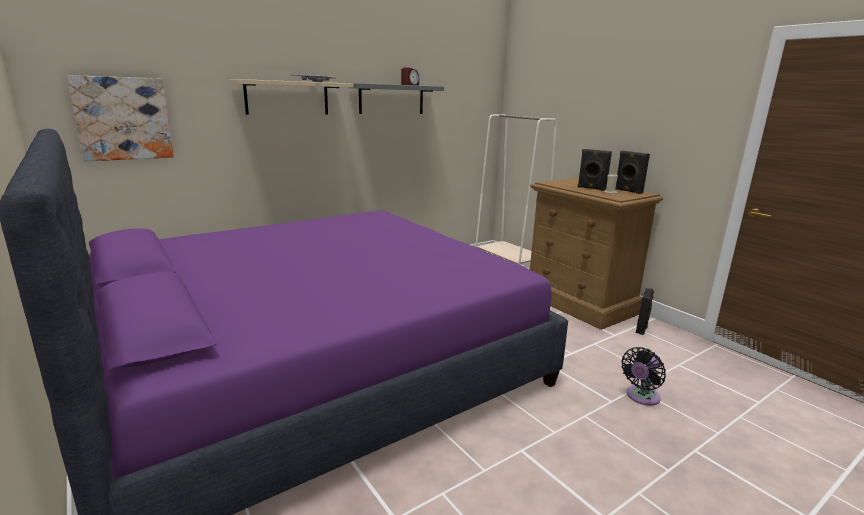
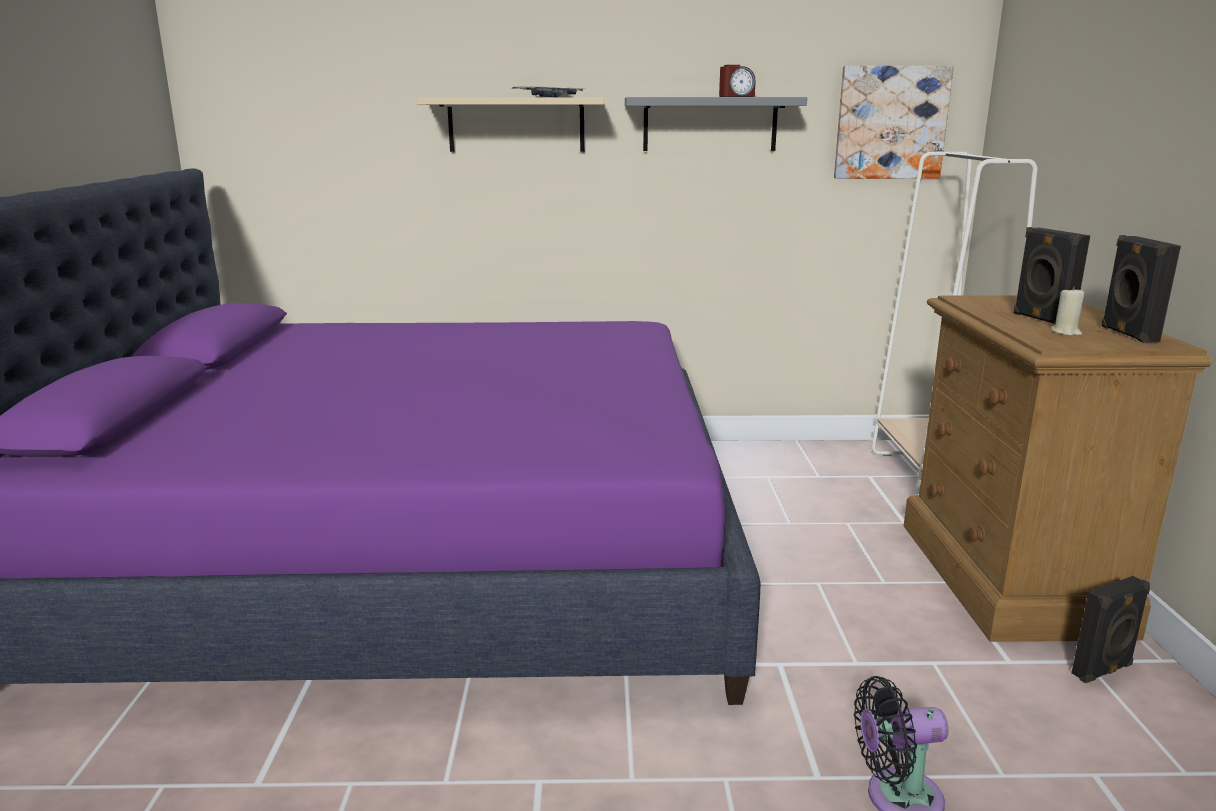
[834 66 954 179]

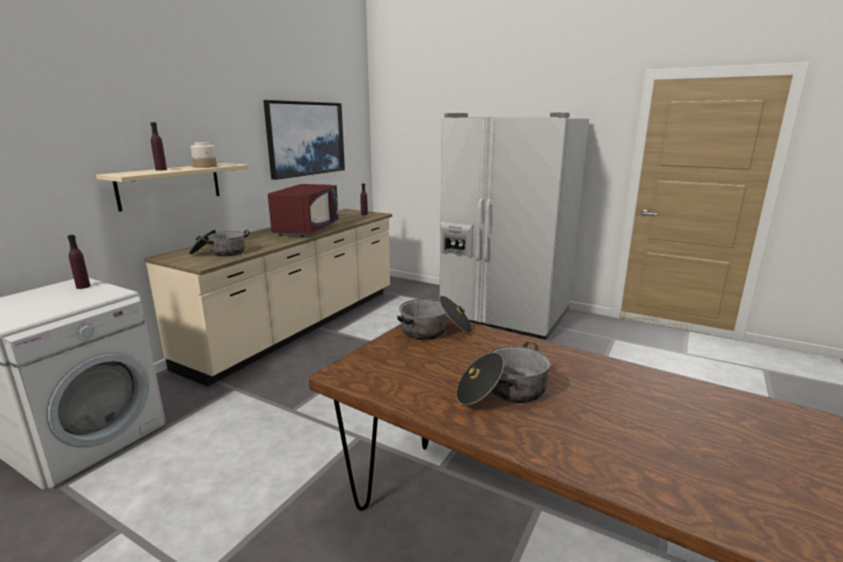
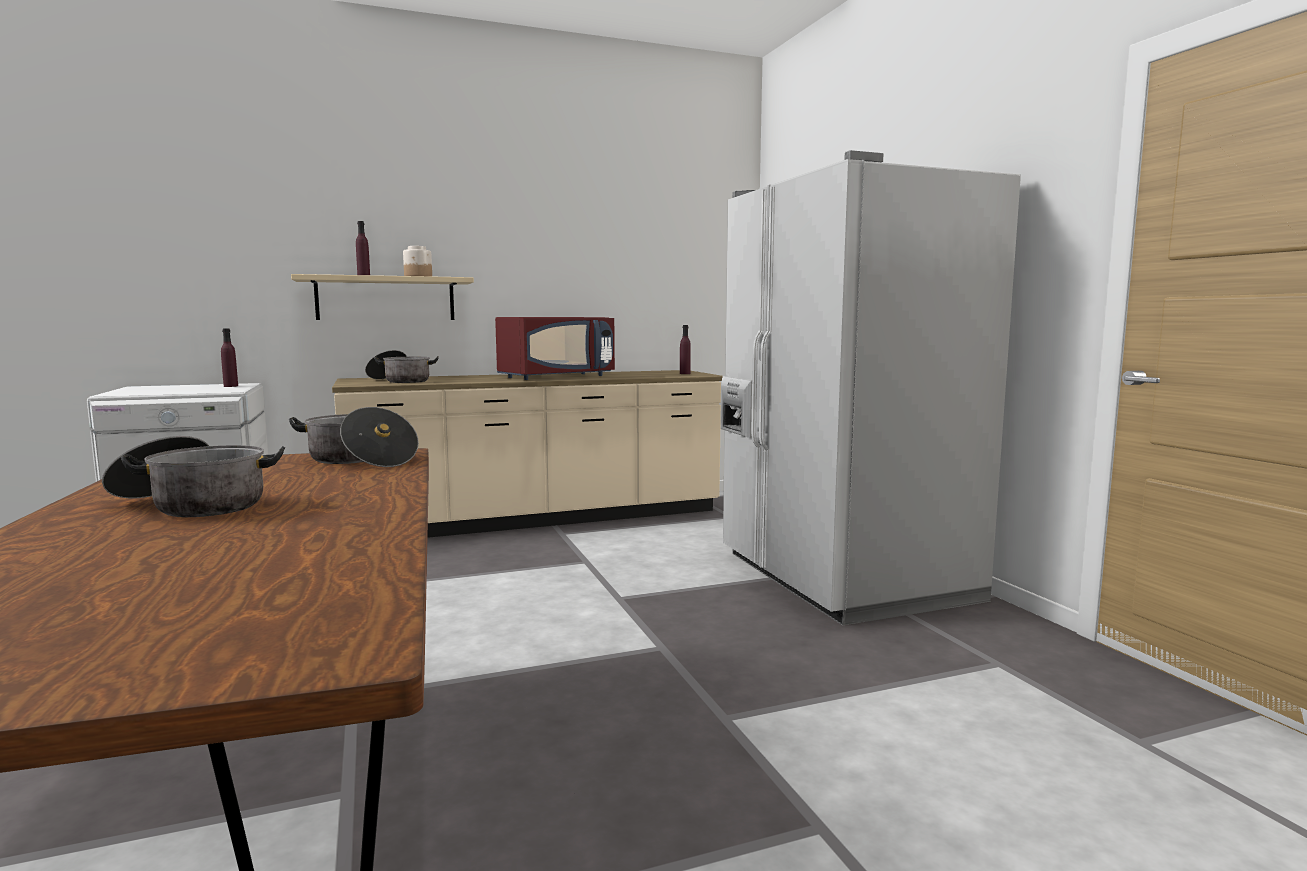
[263 100 345 180] (first image)

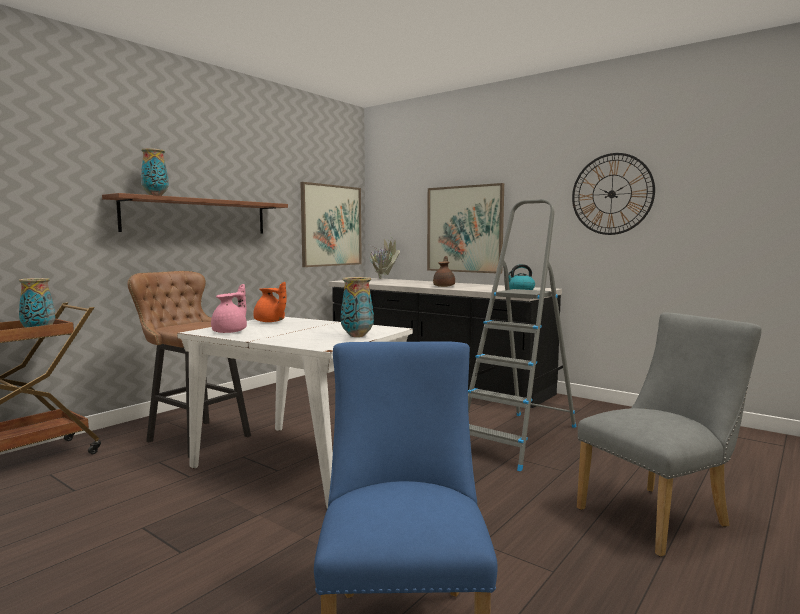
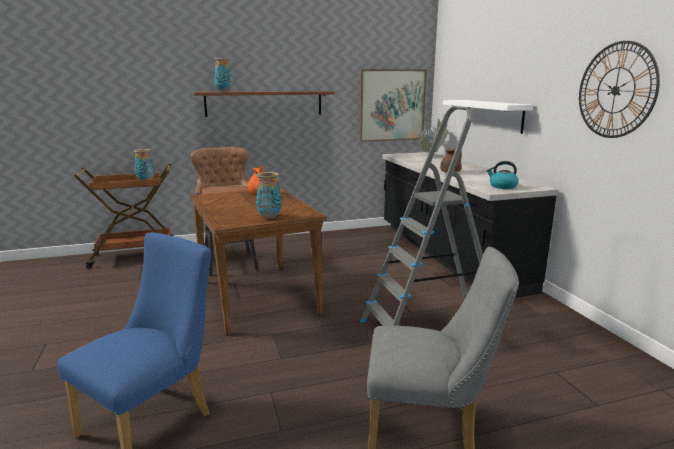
[190 187 327 336]
[443 100 533 134]
[211 284 247 333] (first image)

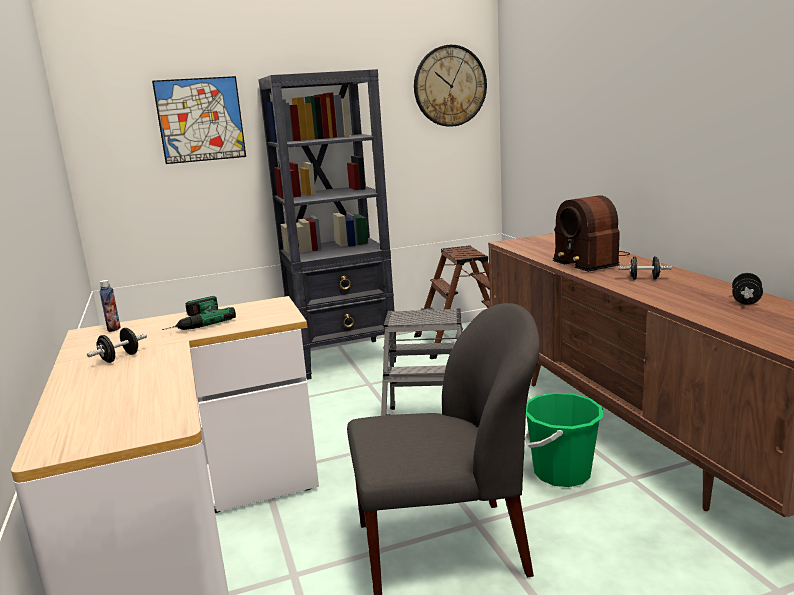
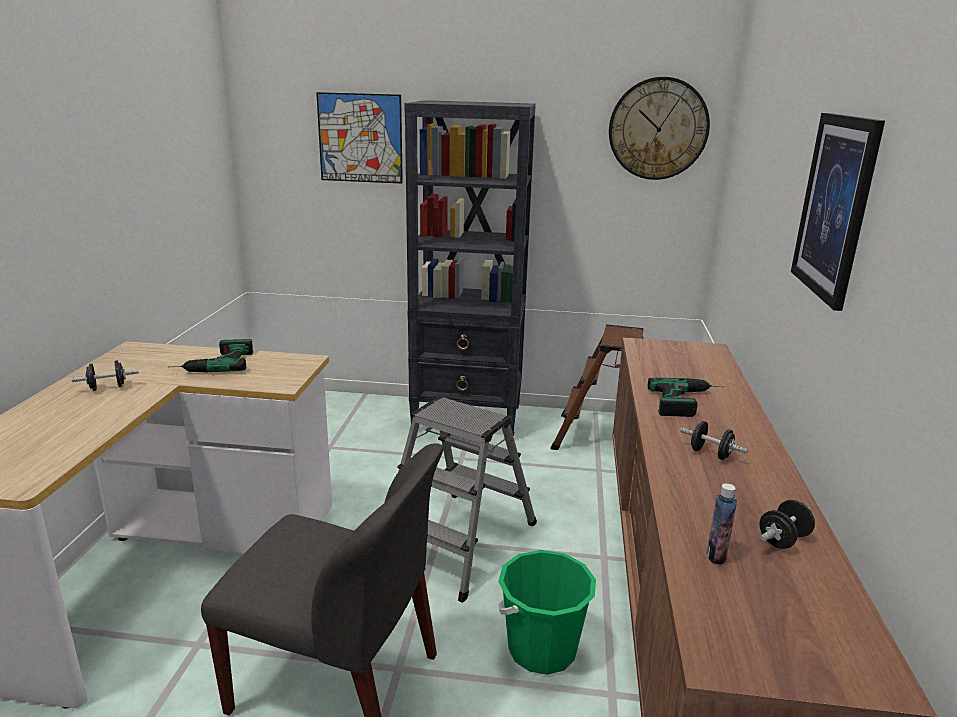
[648 378 725 417]
[707 483 737 565]
[791 113 885 311]

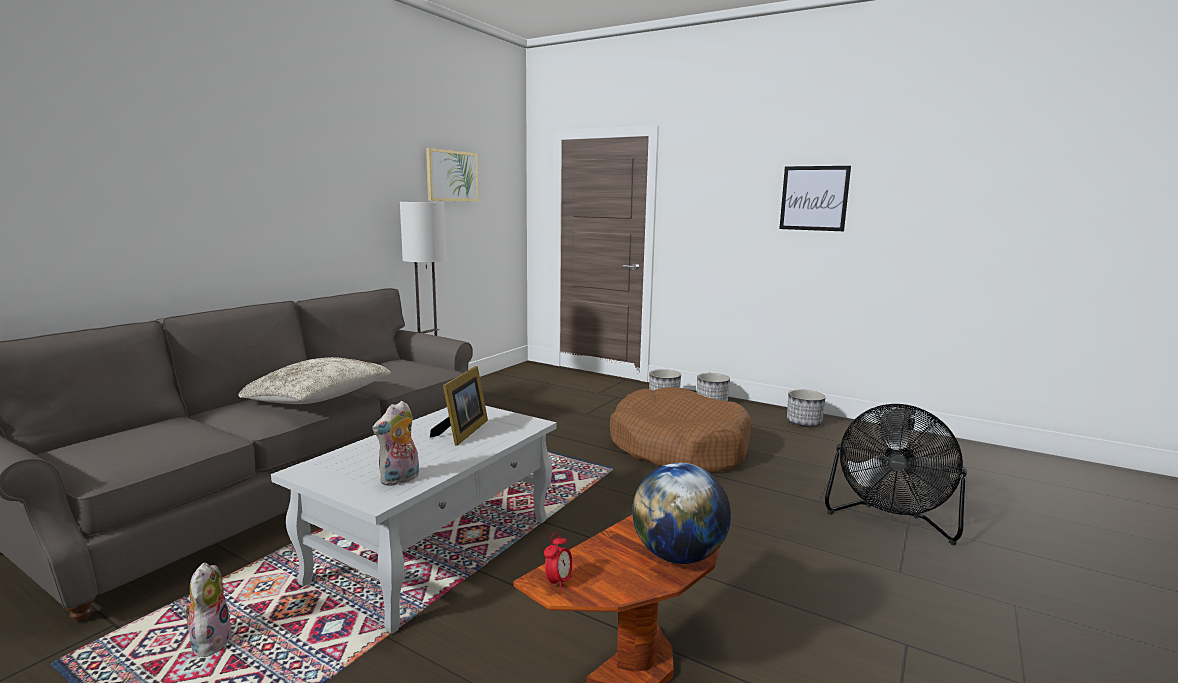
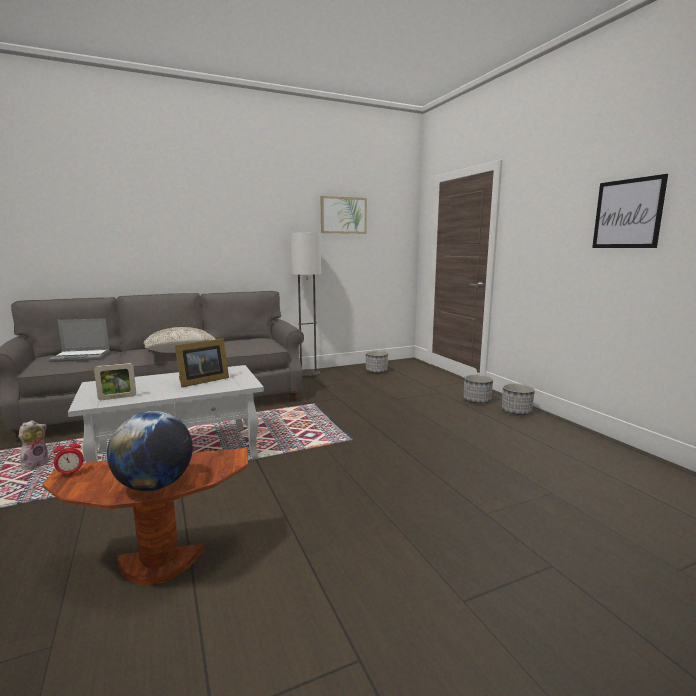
[48 318 110 362]
[94 363 136 400]
[366 351 388 373]
[610 387 752 472] (first image)
[825 404 967 545] (first image)

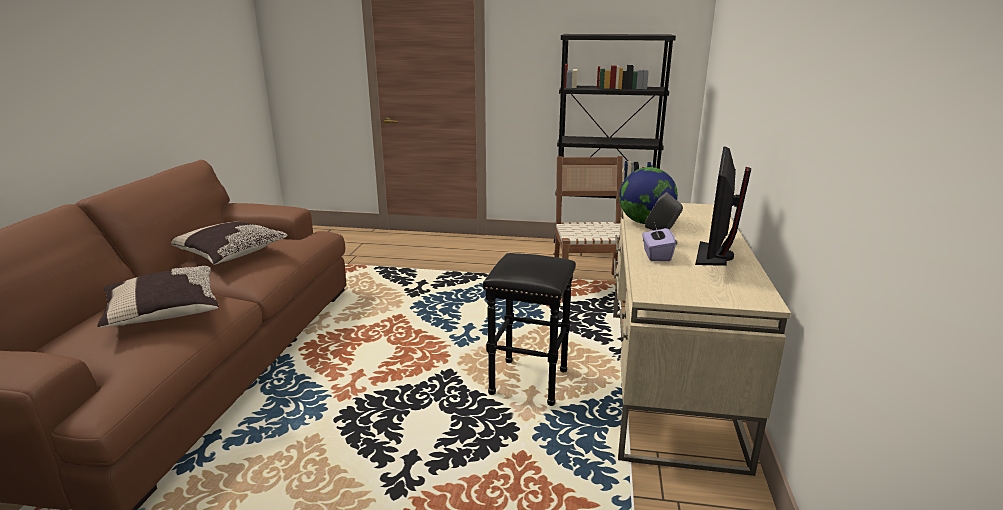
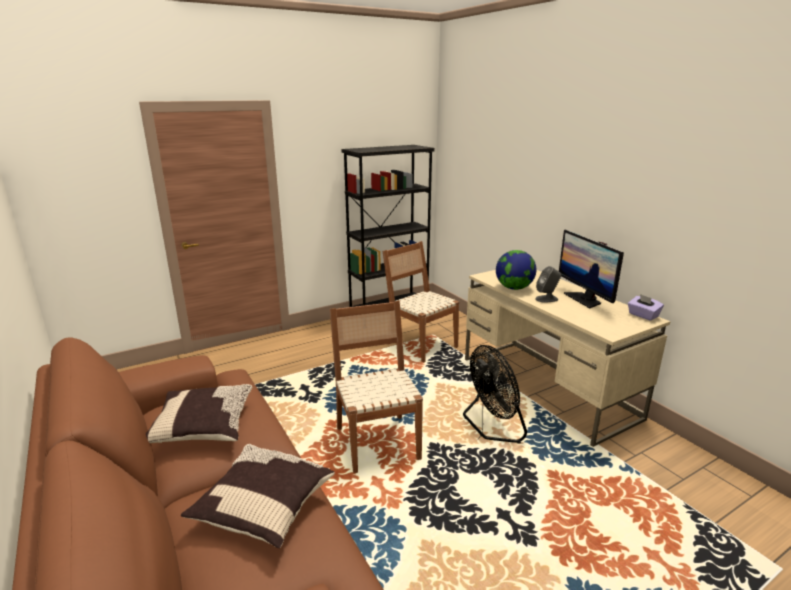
[330 301 423 473]
[455 345 527 448]
[628 294 664 321]

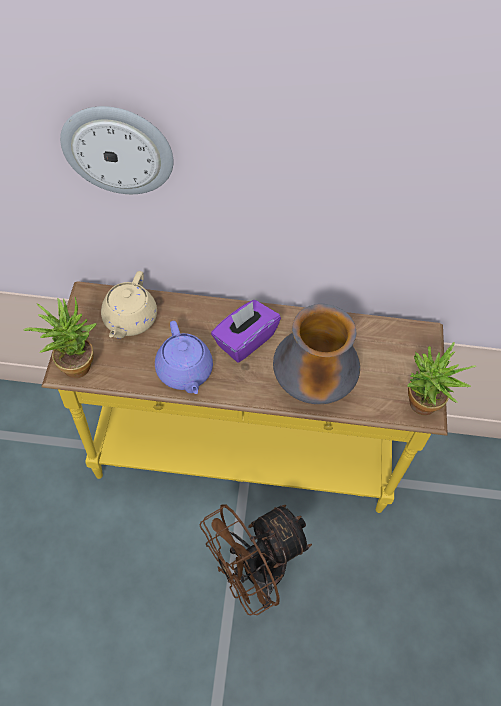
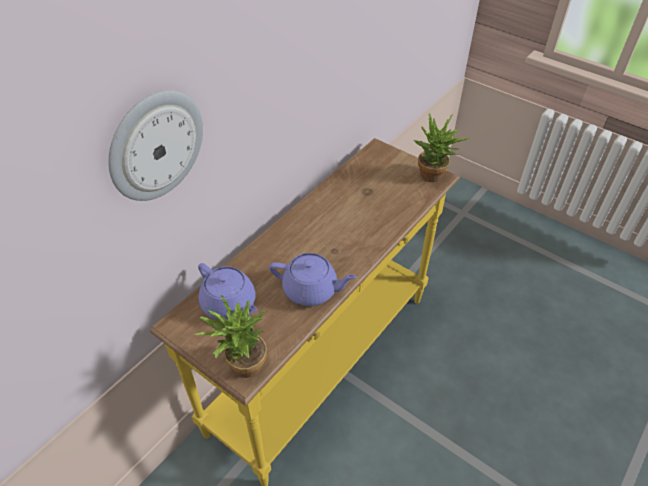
[198 263 257 320]
[200 504 312 615] (first image)
[211 300 281 363] (first image)
[273 304 360 404] (first image)

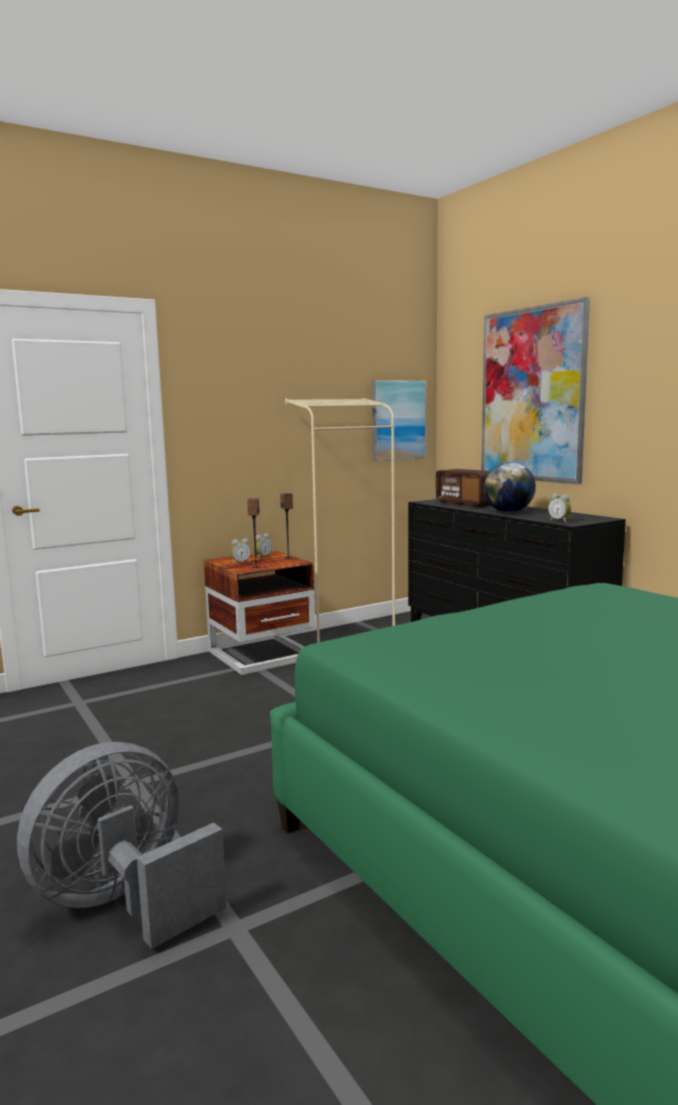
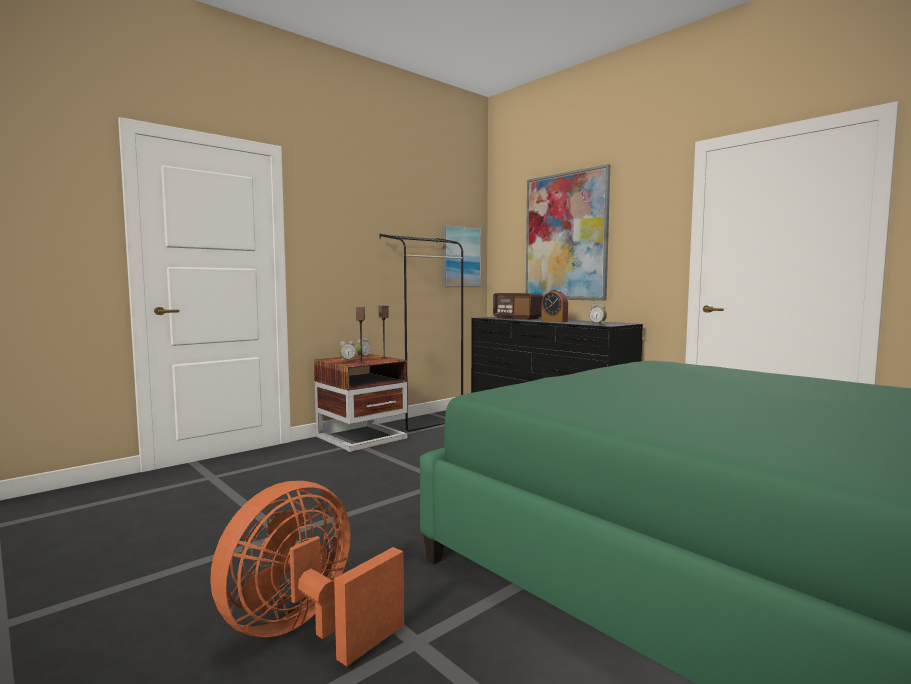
[210 481 404 666]
[379 234 463 432]
[541 290 568 322]

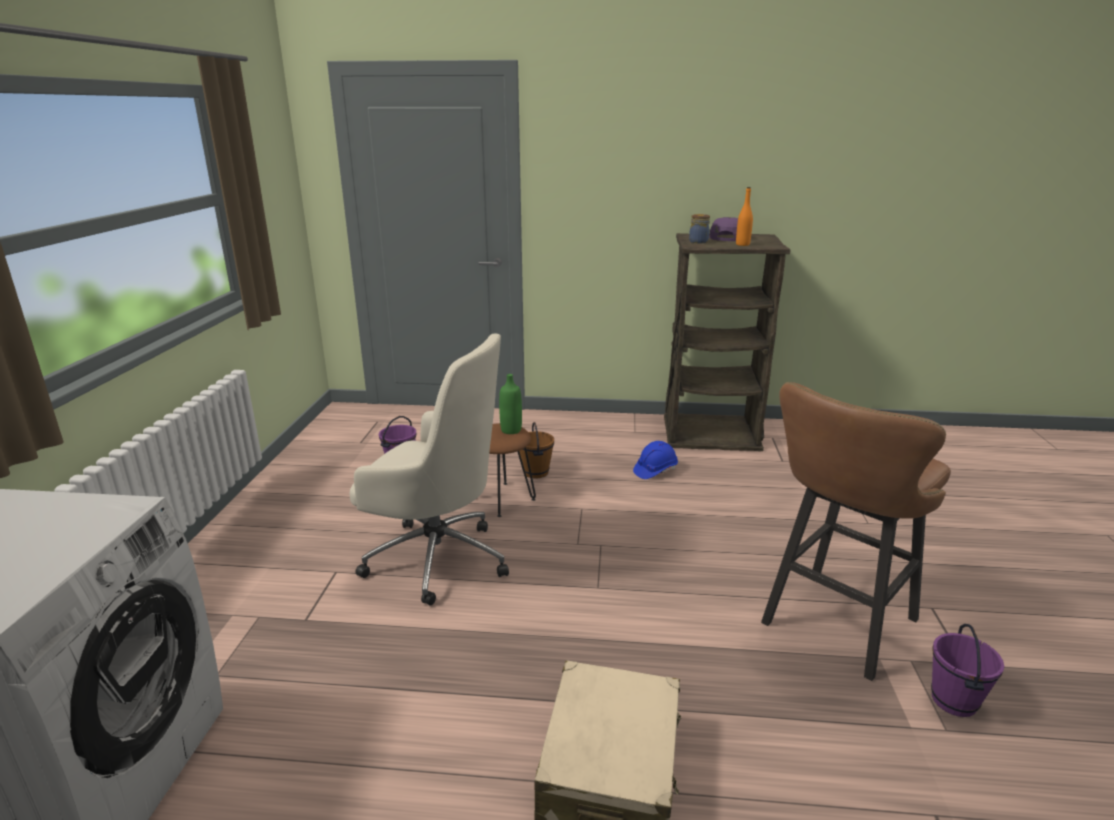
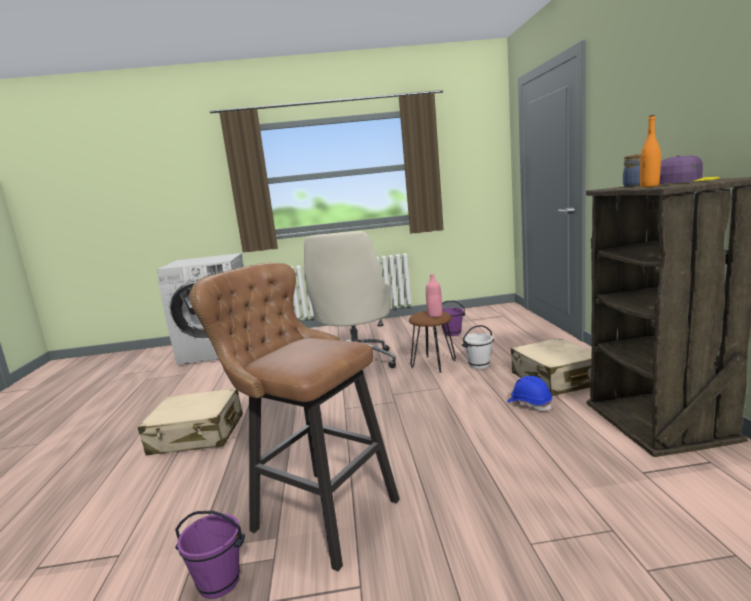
[426 274 442 317]
[462 325 494 369]
[511 338 592 396]

